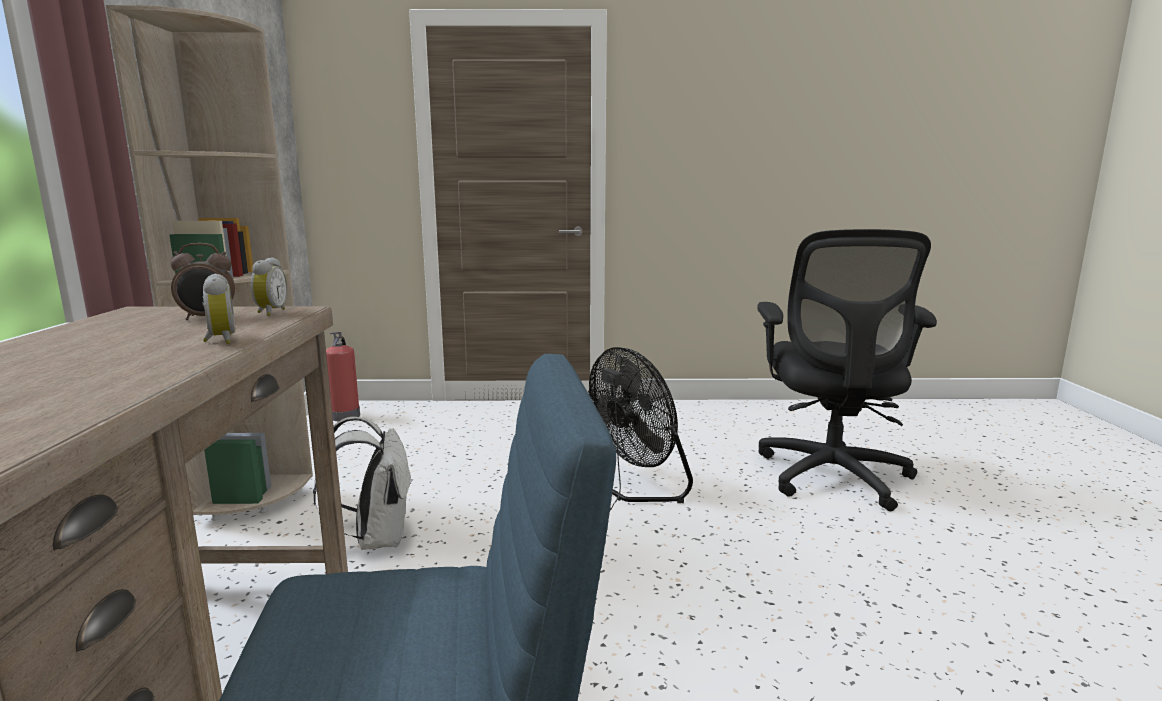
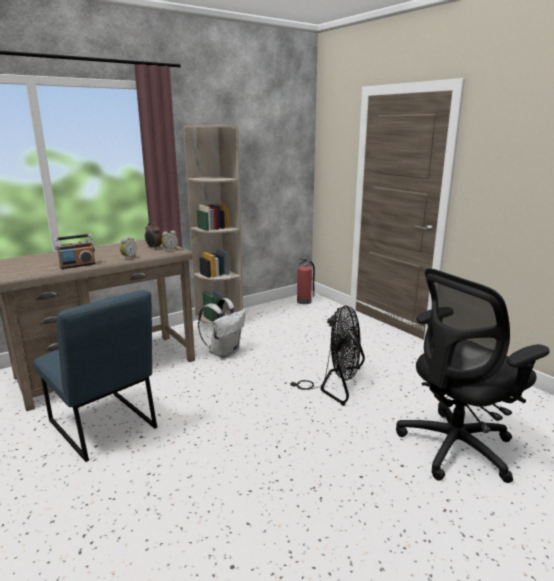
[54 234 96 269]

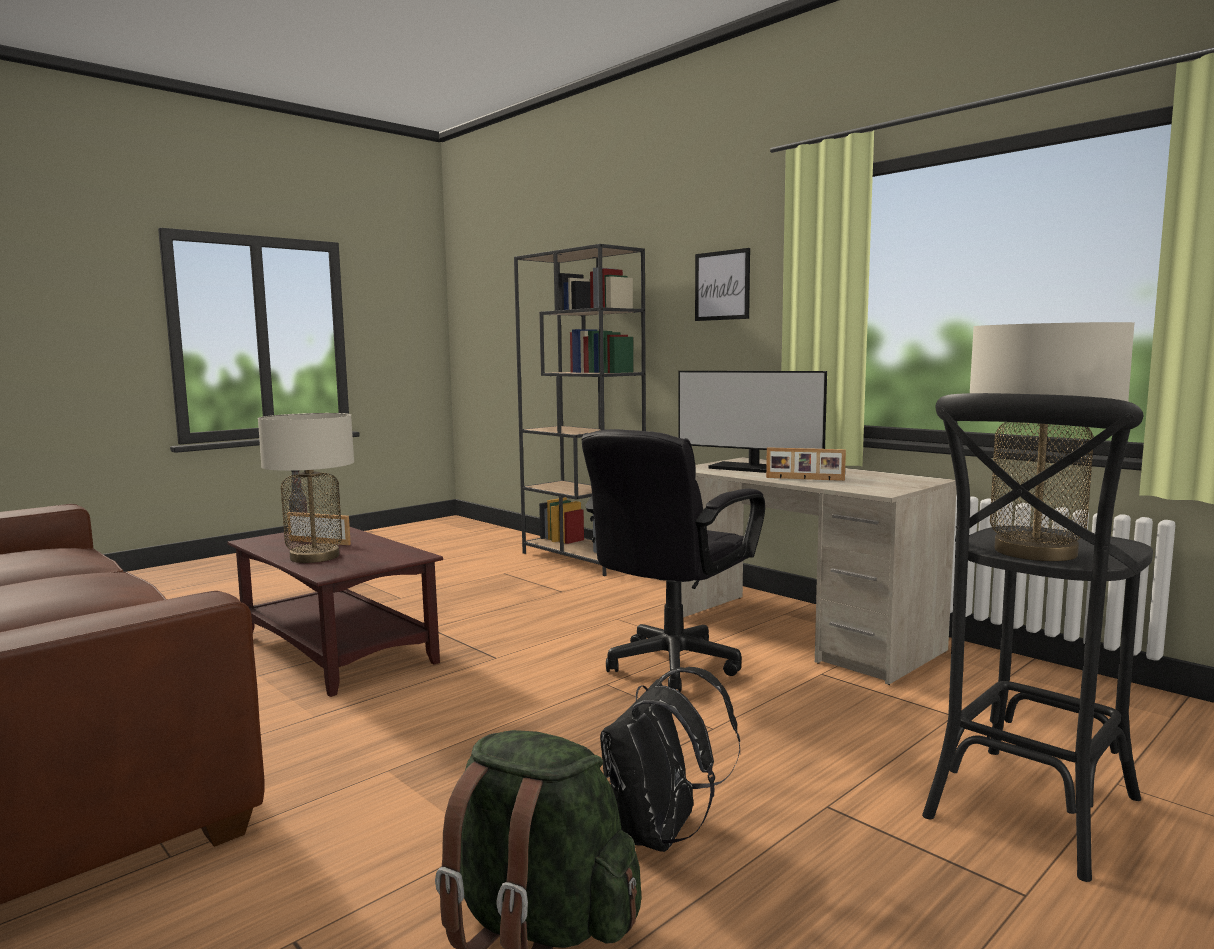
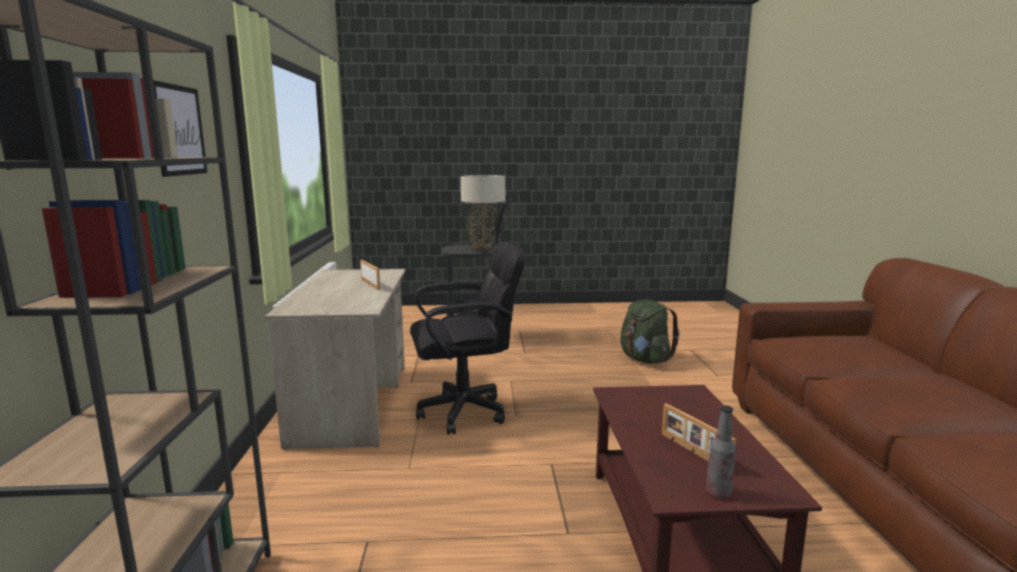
[258 413 354 563] (first image)
[600 667 740 852] (first image)
[678 371 827 473] (first image)

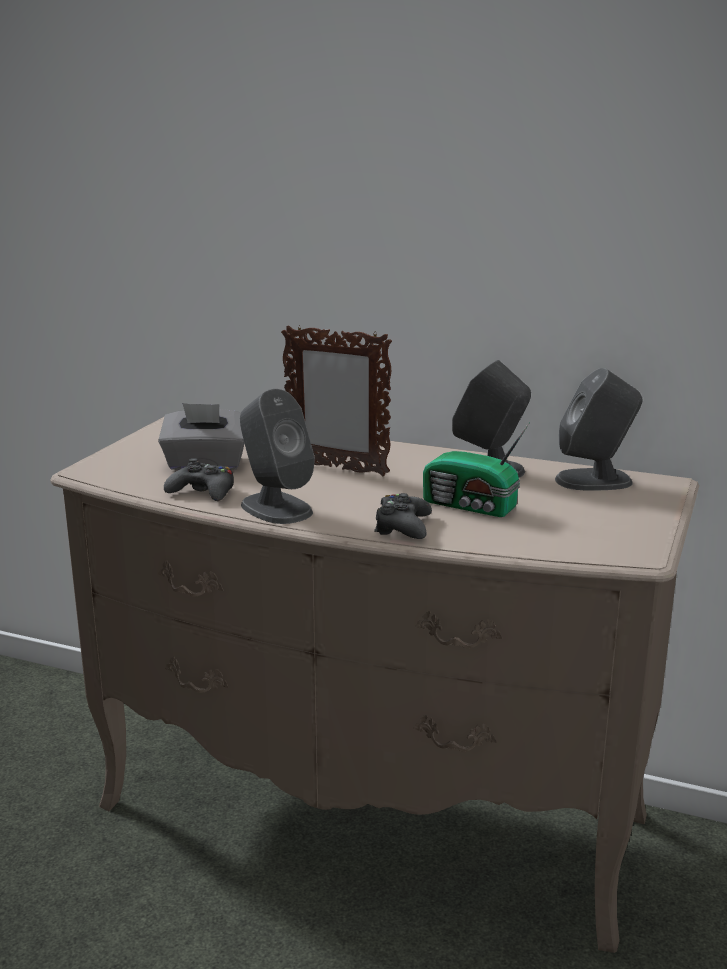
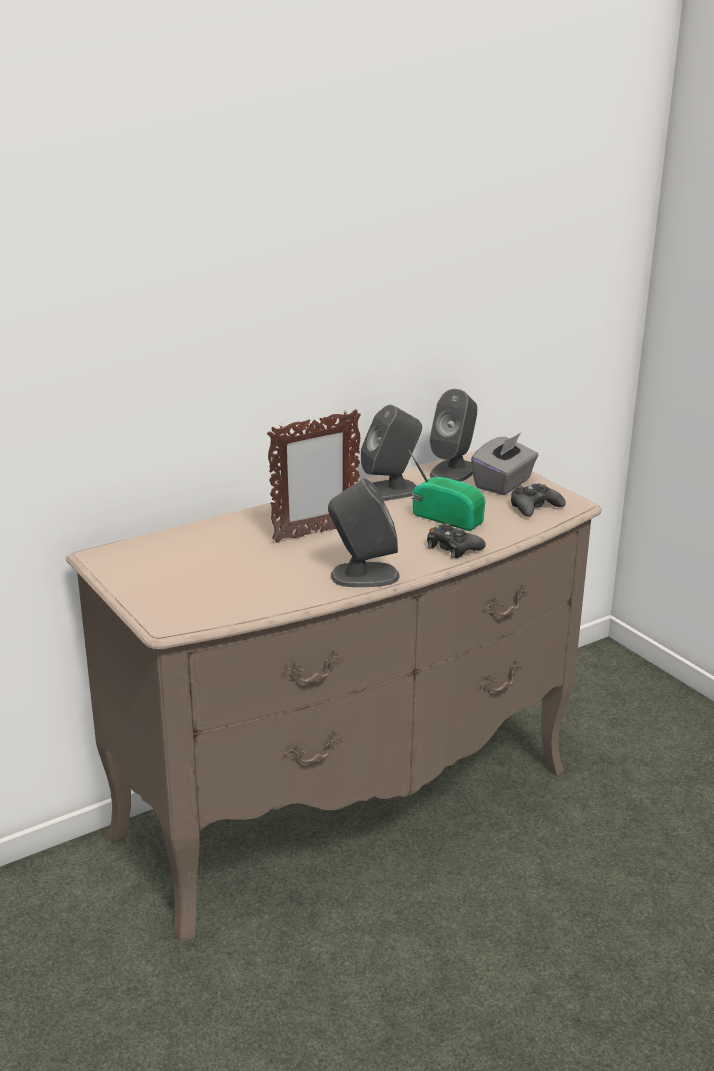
[409 450 485 531]
[471 433 538 495]
[511 483 566 517]

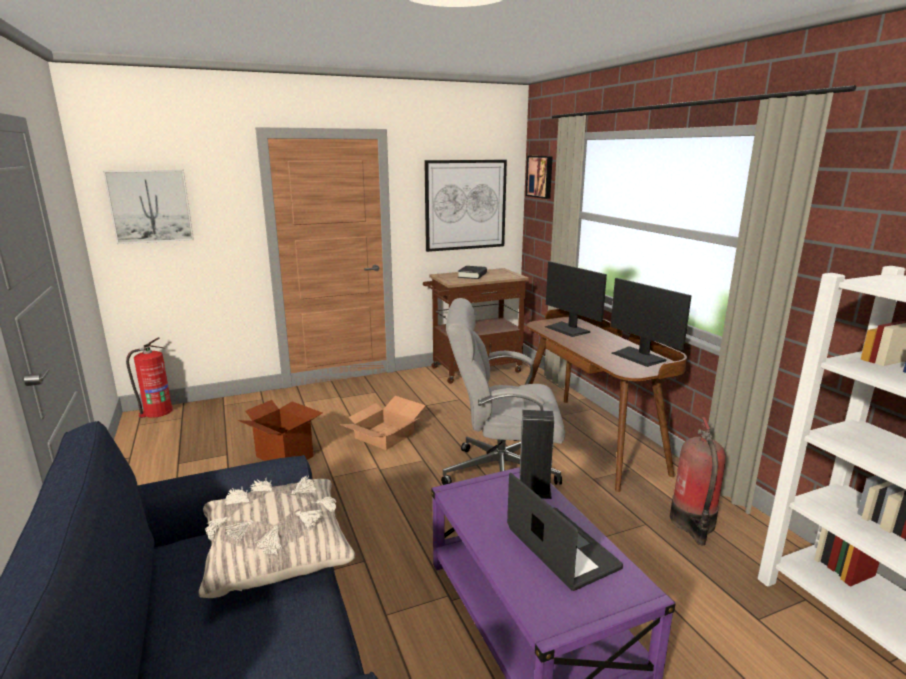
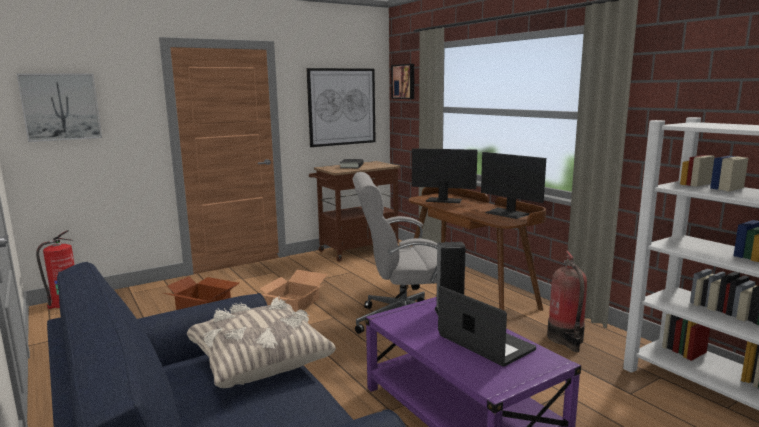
[412 148 478 203]

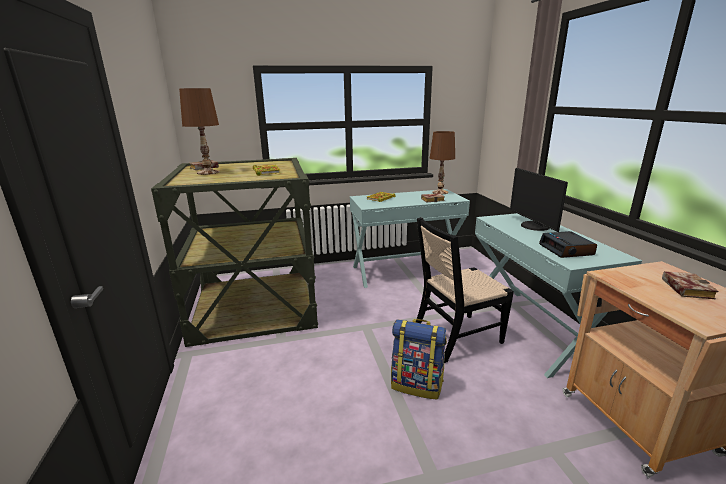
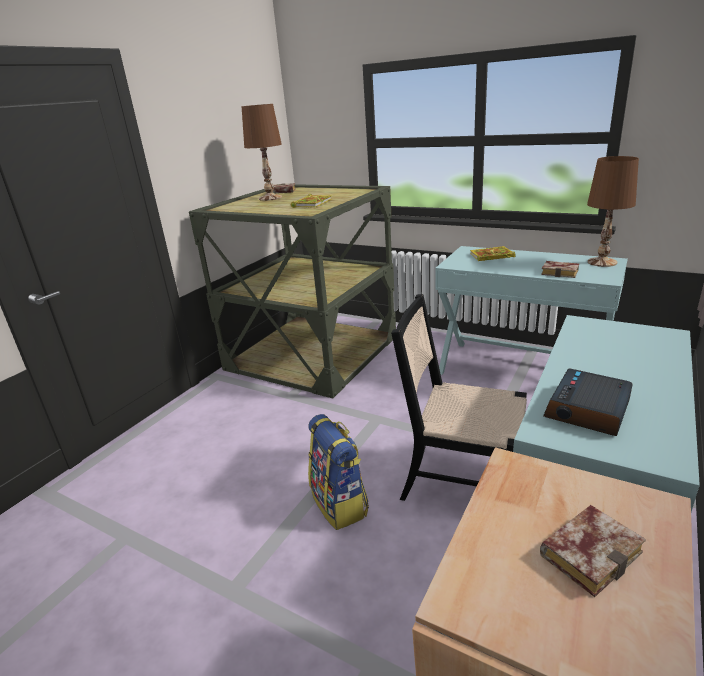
[510 168 568 232] (first image)

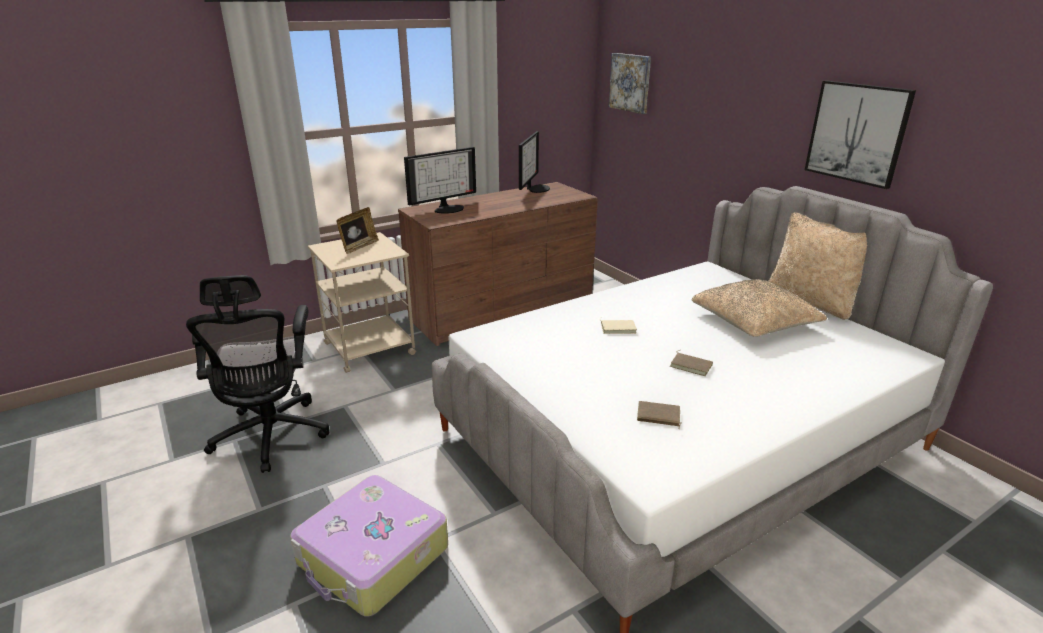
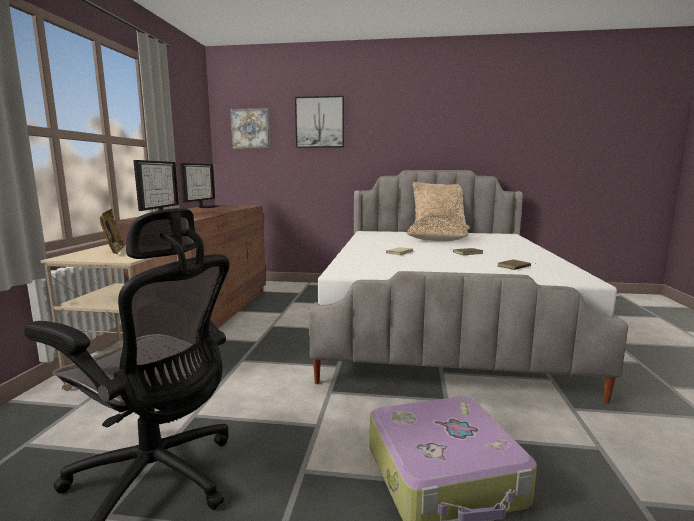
[180 163 219 208]
[295 96 344 148]

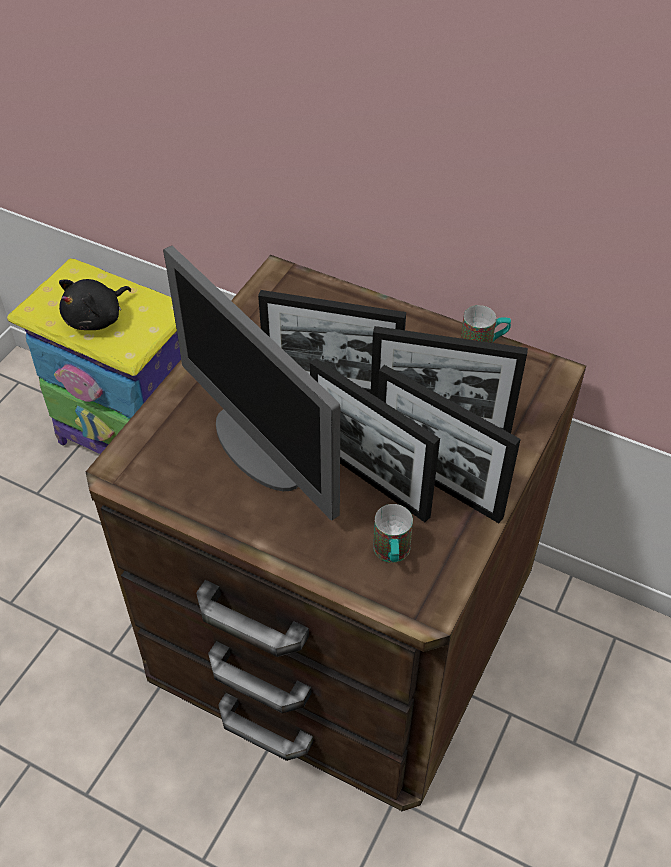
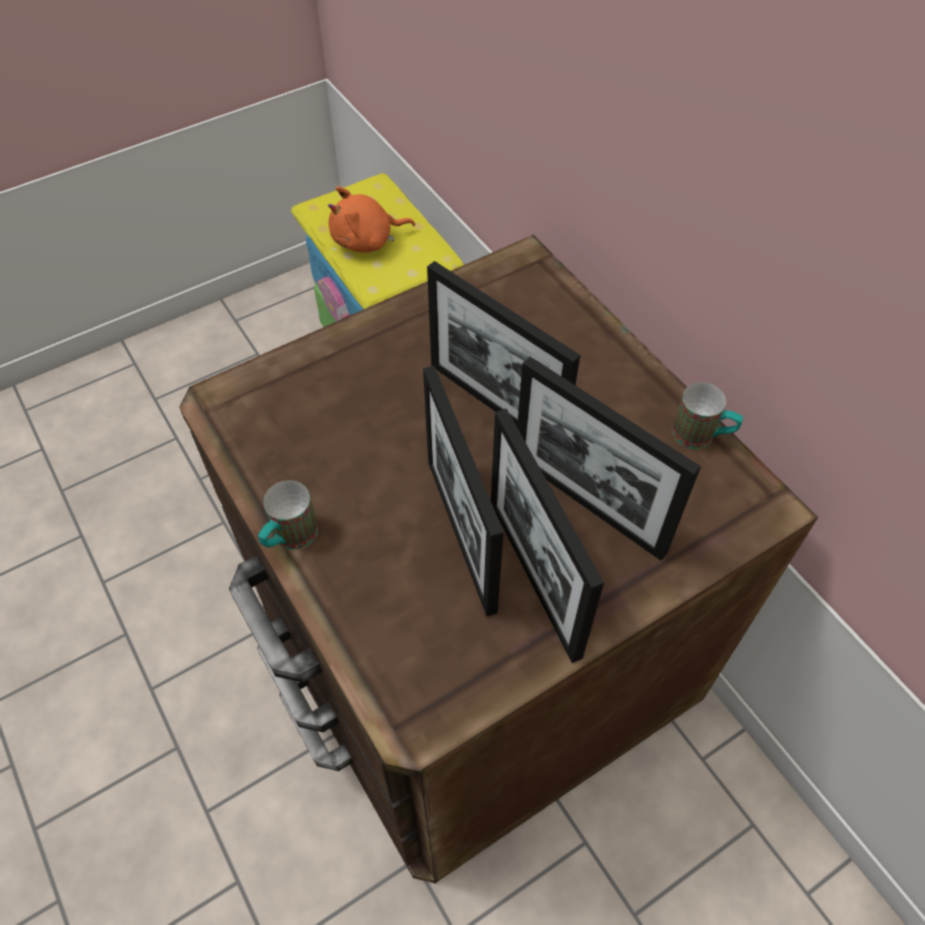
[258 480 318 550]
[328 187 415 253]
[163 245 340 521] (first image)

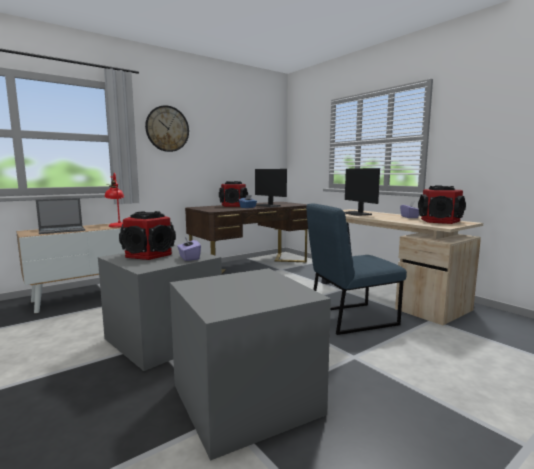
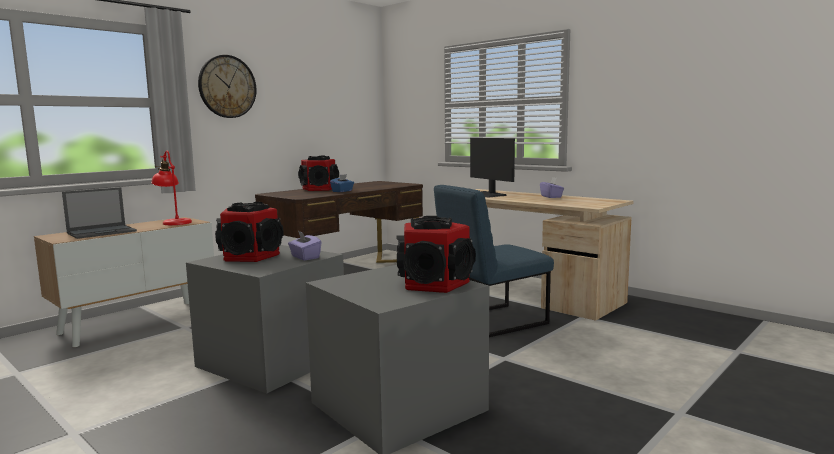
[397 216 476 293]
[255 169 287 207] (first image)

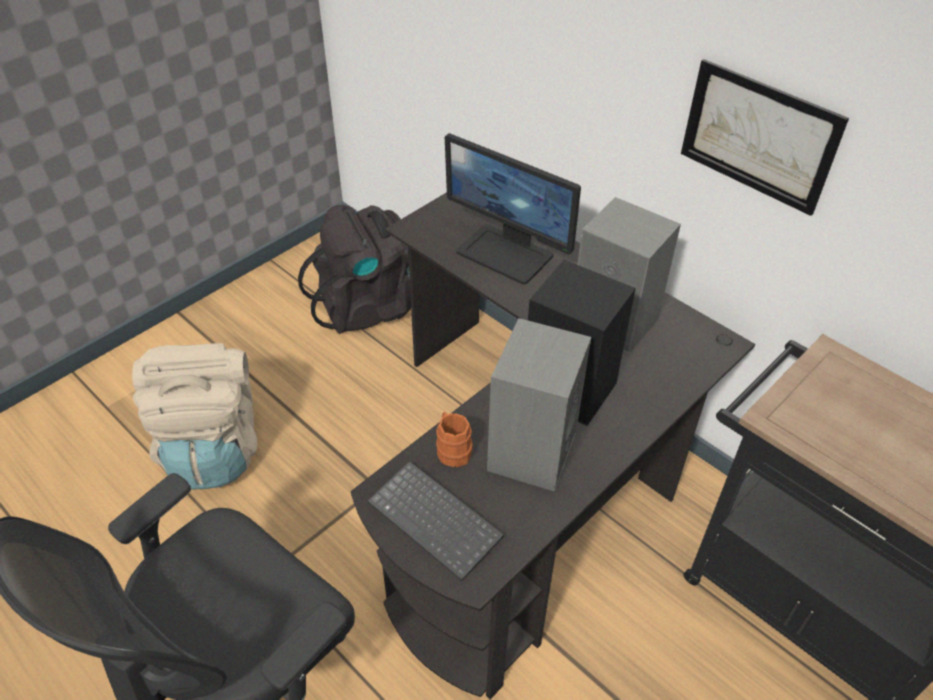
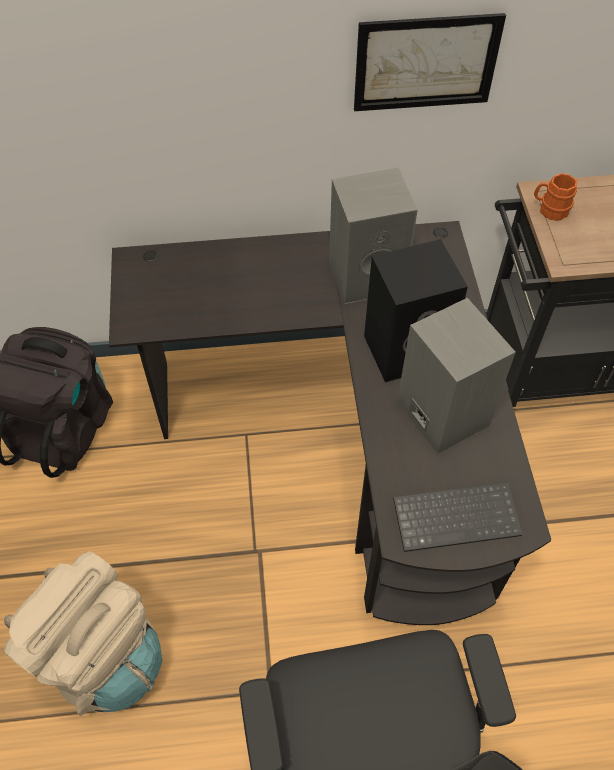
[534 173 577 221]
[445 133 581 285] (first image)

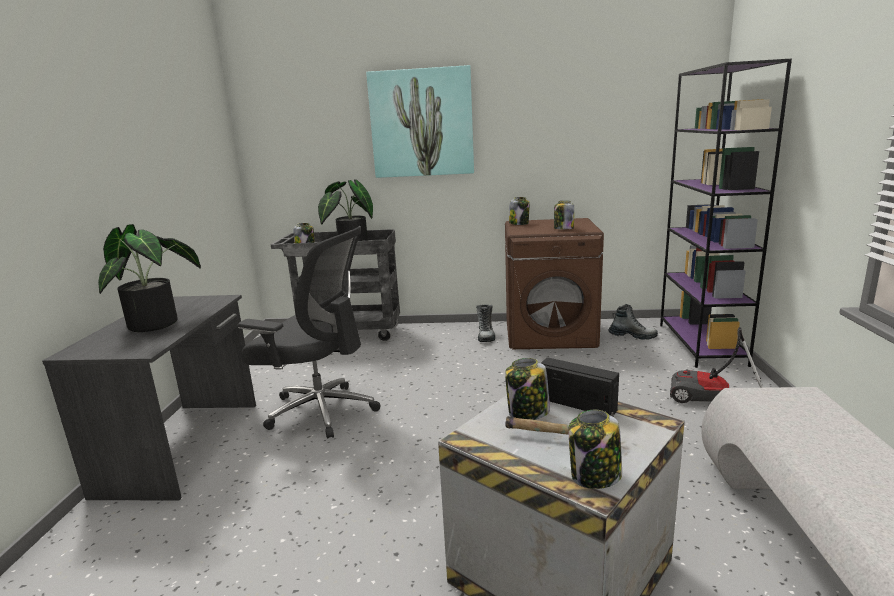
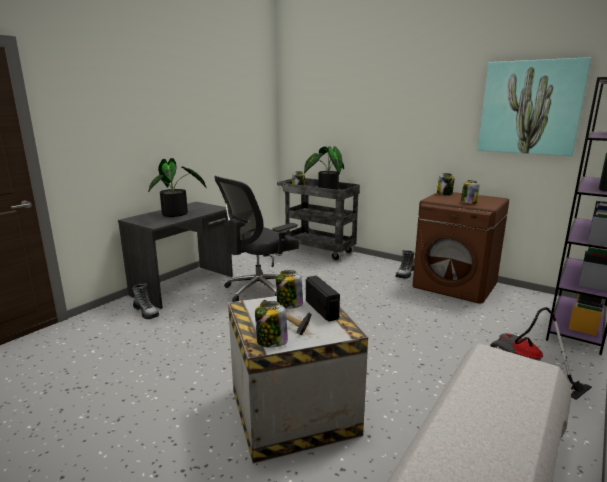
[132 283 159 319]
[214 176 299 302]
[478 57 591 156]

